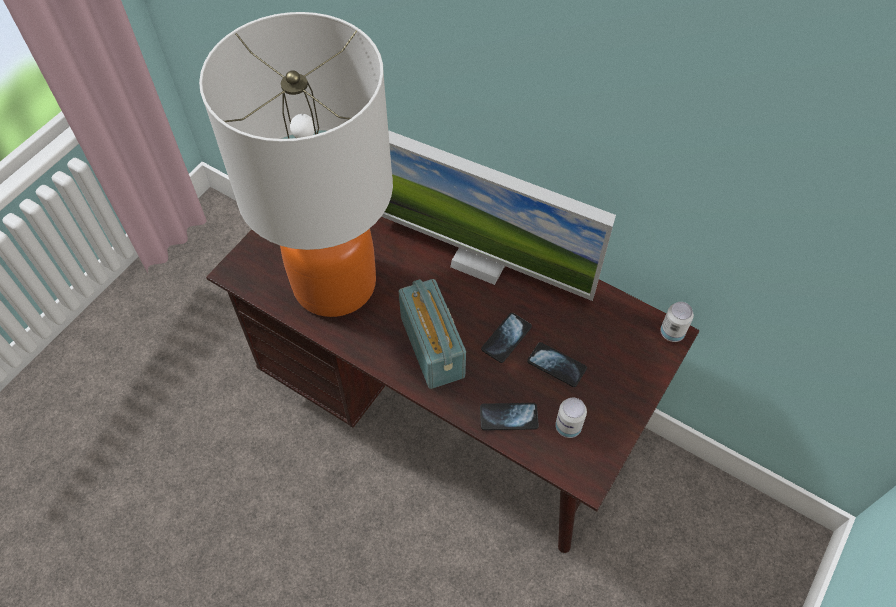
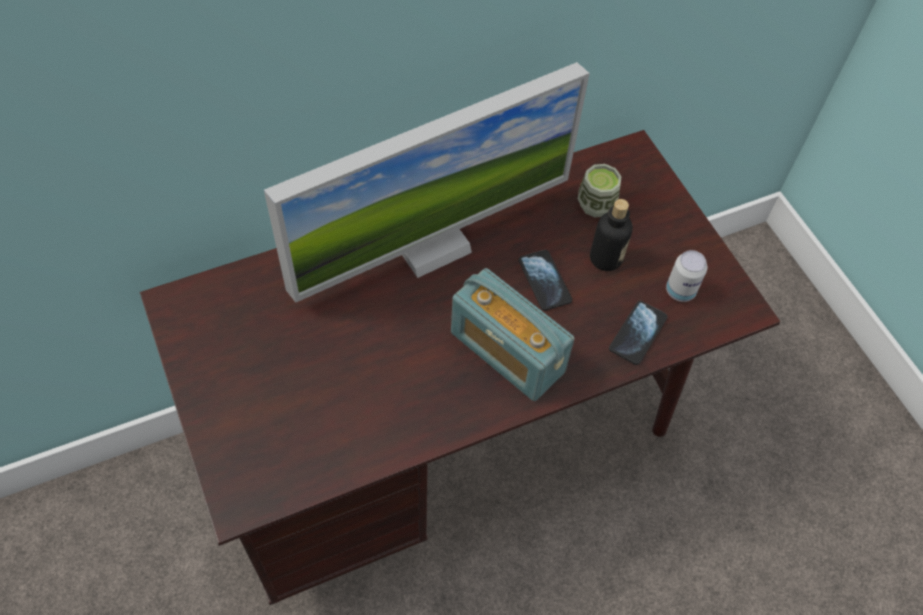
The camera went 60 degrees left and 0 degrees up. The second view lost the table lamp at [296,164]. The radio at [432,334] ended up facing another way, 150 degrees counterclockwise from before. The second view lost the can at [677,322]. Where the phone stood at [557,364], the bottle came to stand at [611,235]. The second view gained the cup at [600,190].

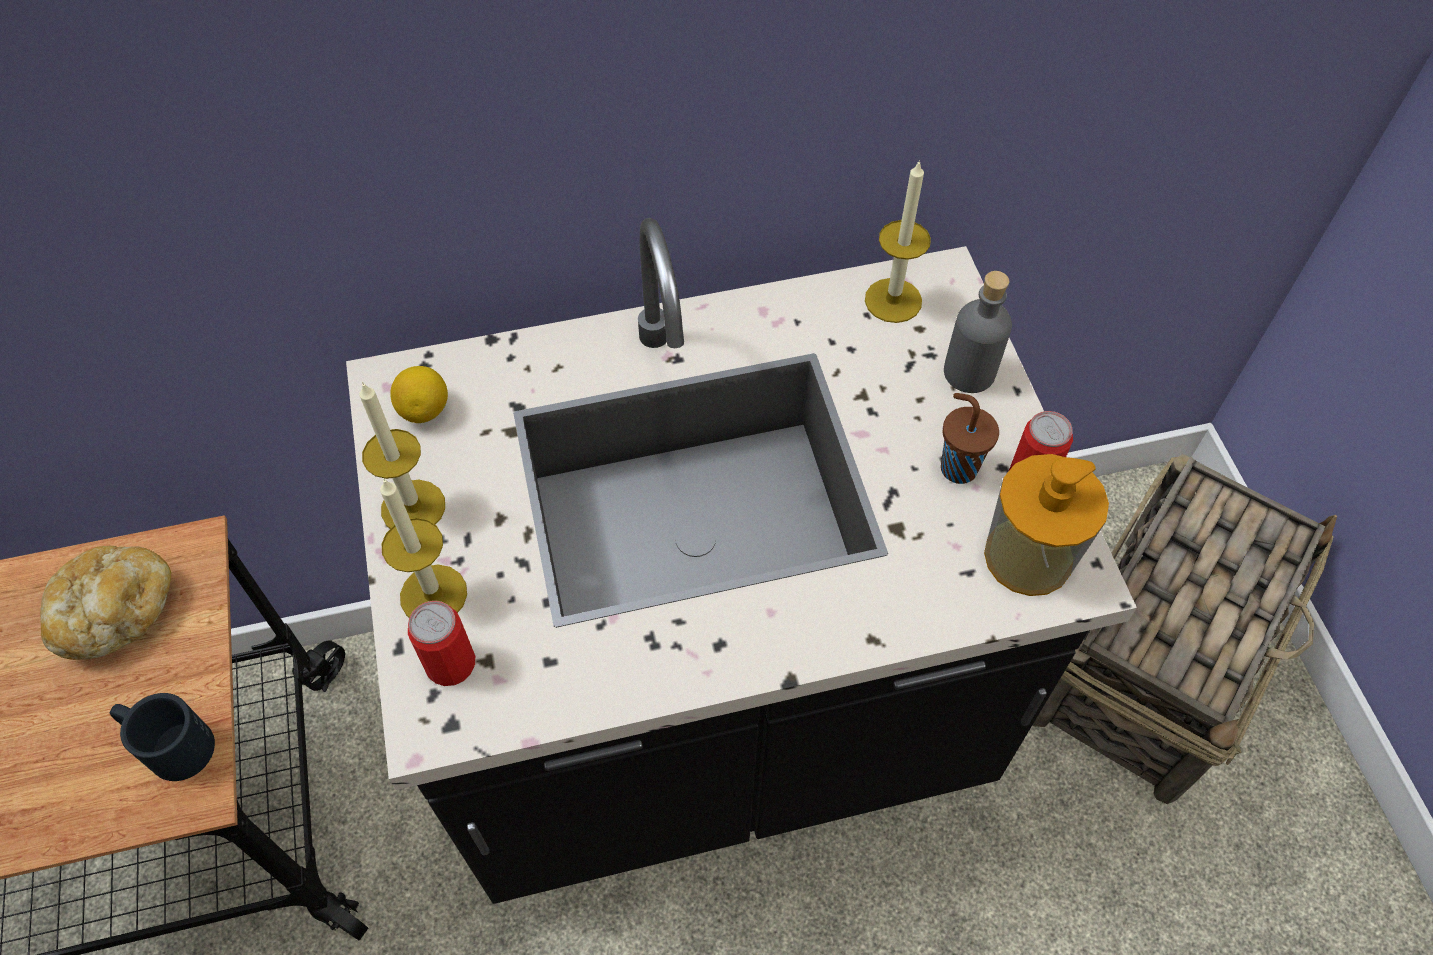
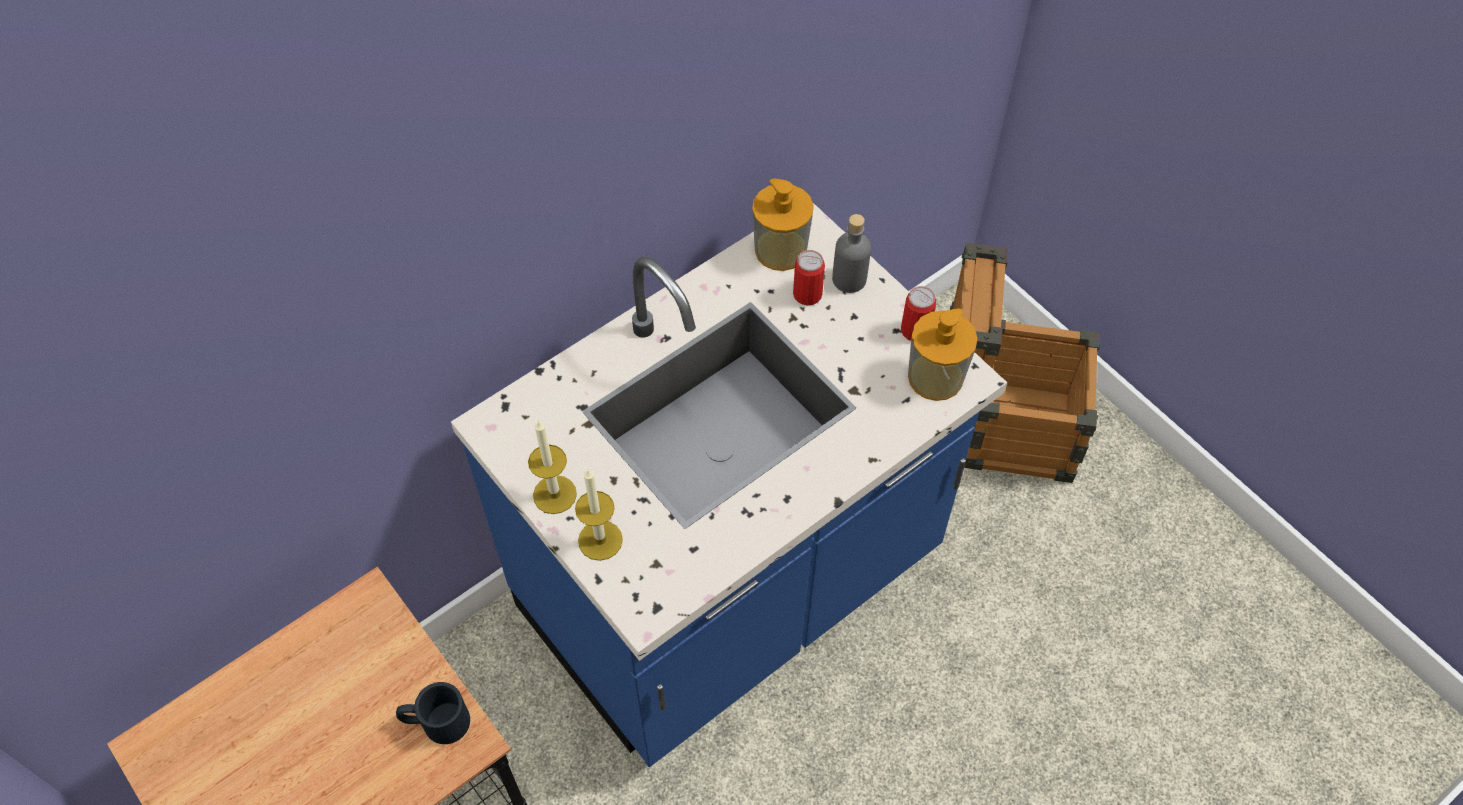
The camera went 25 degrees left and 0 degrees up. Where the candle stood at [898,241], the soap dispenser came to stand at [783,225]. What was the counter in black at [741,561] turned into the counter in blue at [729,485]. The second view lost the lemon at [419,394]. The second view lost the cup in brown at [970,438]. Where the basket stood at [1185,629], the crate came to stand at [1025,363]. The second view lost the bread at [105,603]. The can ended up elsewhere, having gone from [441,643] to [809,277].

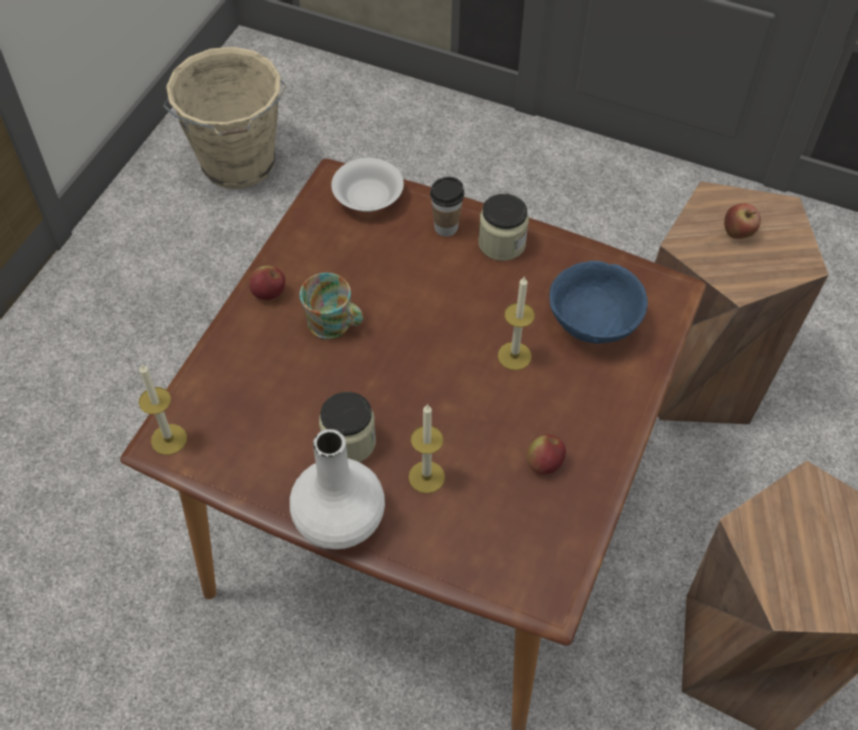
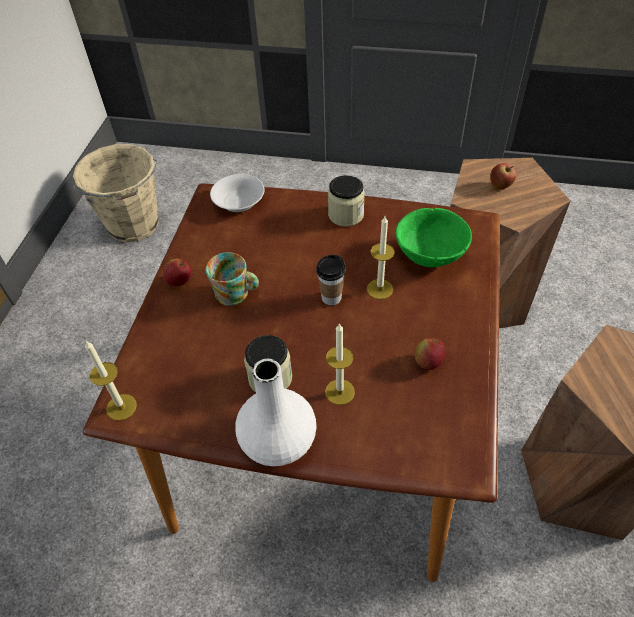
The camera went 10 degrees left and 5 degrees down. The cup ended up elsewhere, having gone from [447,207] to [331,280]. What was the bowl in blue at [599,302] turned into the bowl in green at [433,237].

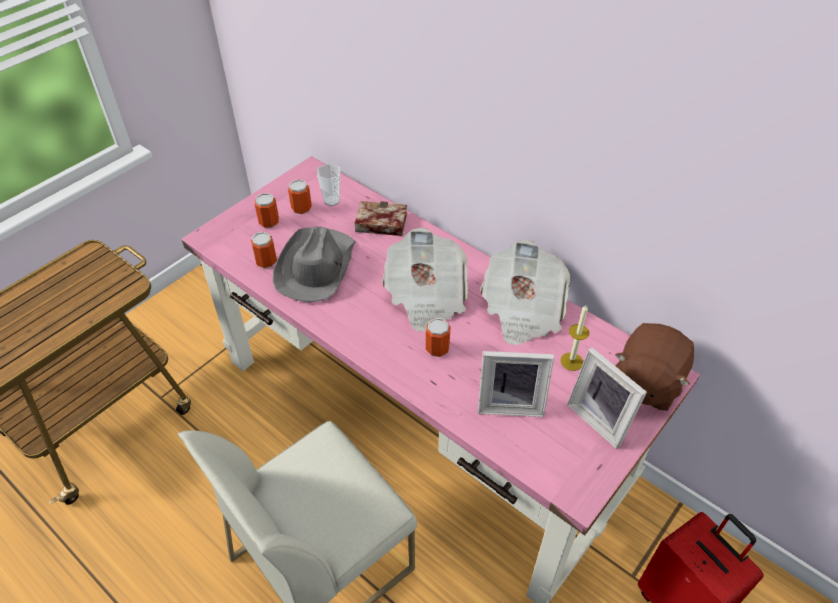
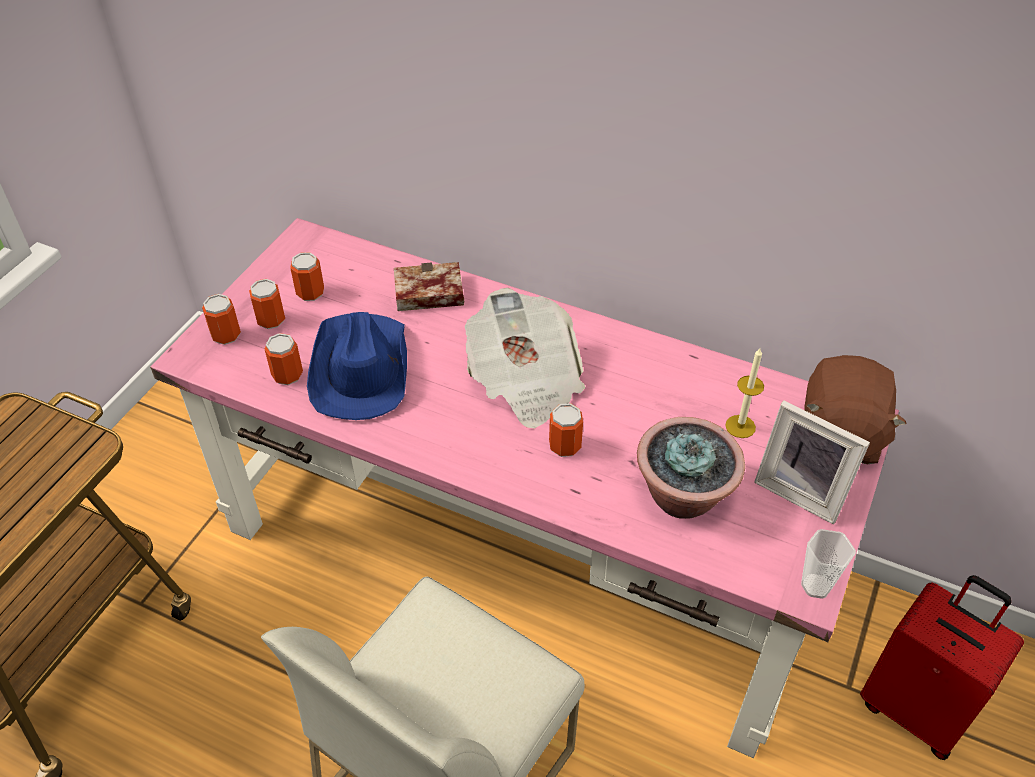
The camera went 15 degrees left and 0 degrees up. The cup ended up elsewhere, having gone from [328,185] to [828,564]. What was the hat in grey at [314,264] turned into the hat in blue at [357,366]. The second view lost the newspaper at [526,292]. Where the picture frame stood at [516,384], the potted plant came to stand at [691,468]. The second view gained the can at [221,319].

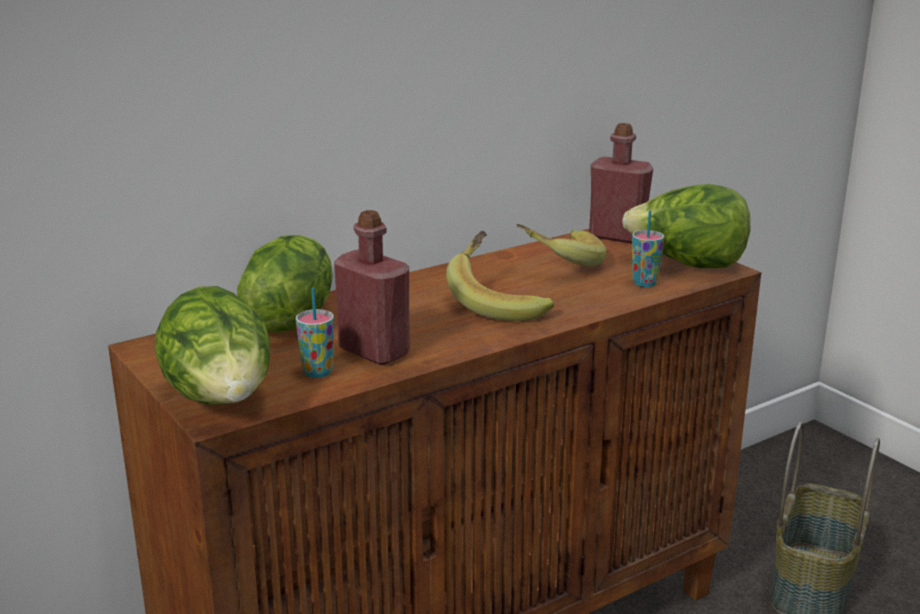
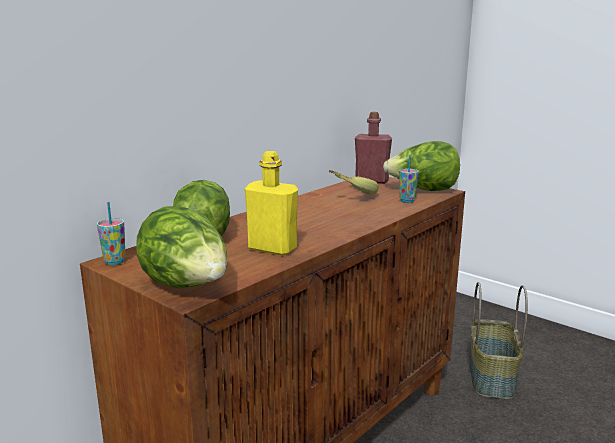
The camera went 15 degrees left and 5 degrees down. What was the bottle in red at [372,287] turned into the bottle in yellow at [271,203]. The second view lost the banana at [500,276]. The cup ended up elsewhere, having gone from [315,333] to [111,233].

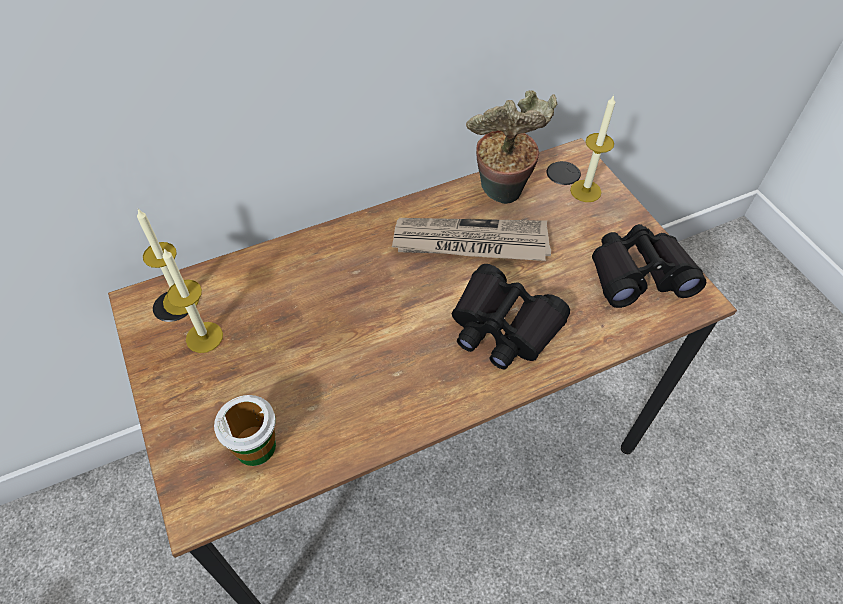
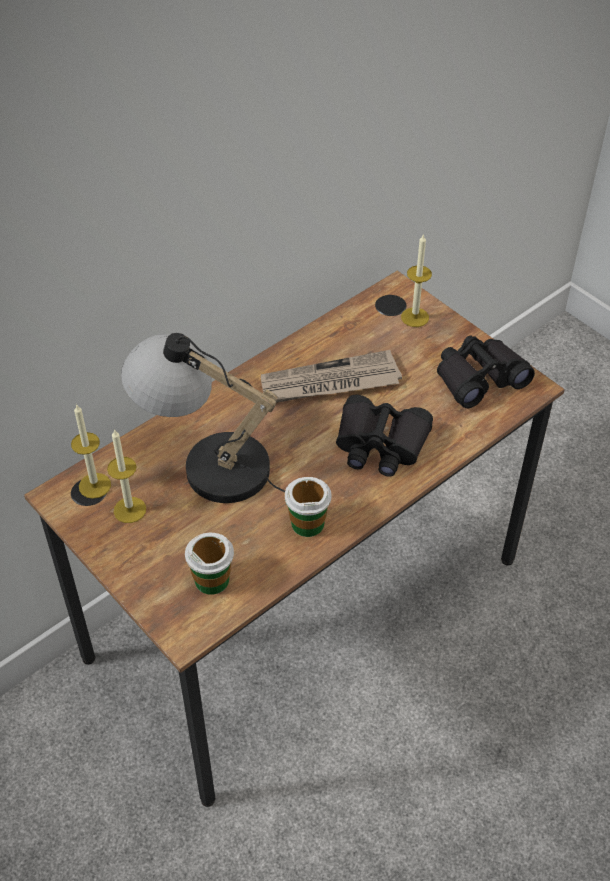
The camera went 15 degrees left and 5 degrees down. The second view lost the potted plant at [511,147]. The second view gained the table lamp at [203,418]. The second view gained the cup at [308,507].

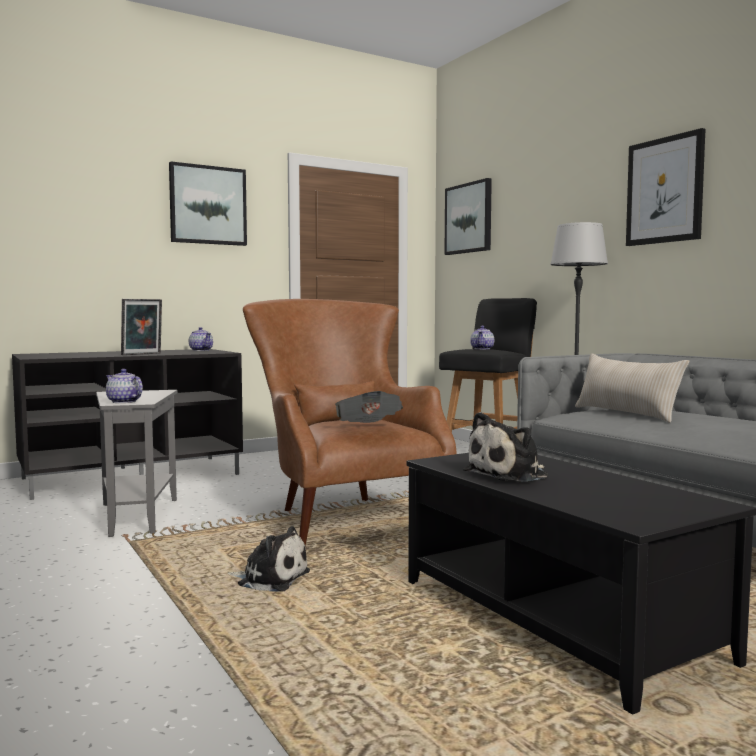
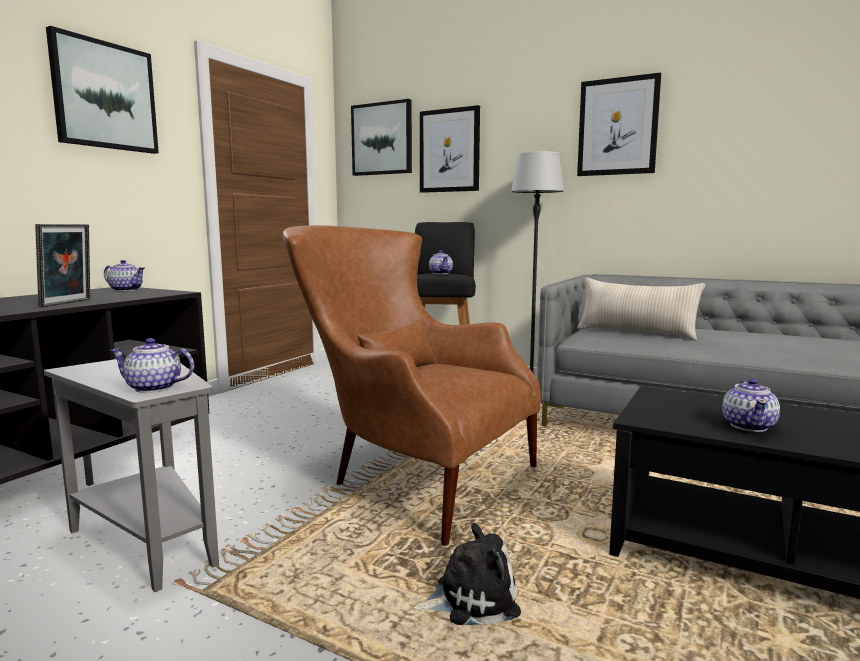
The camera went 30 degrees left and 5 degrees up. The second view lost the newspaper at [369,407]. Where the plush toy stood at [505,447], the teapot came to stand at [751,405]. The second view gained the picture at [450,149].

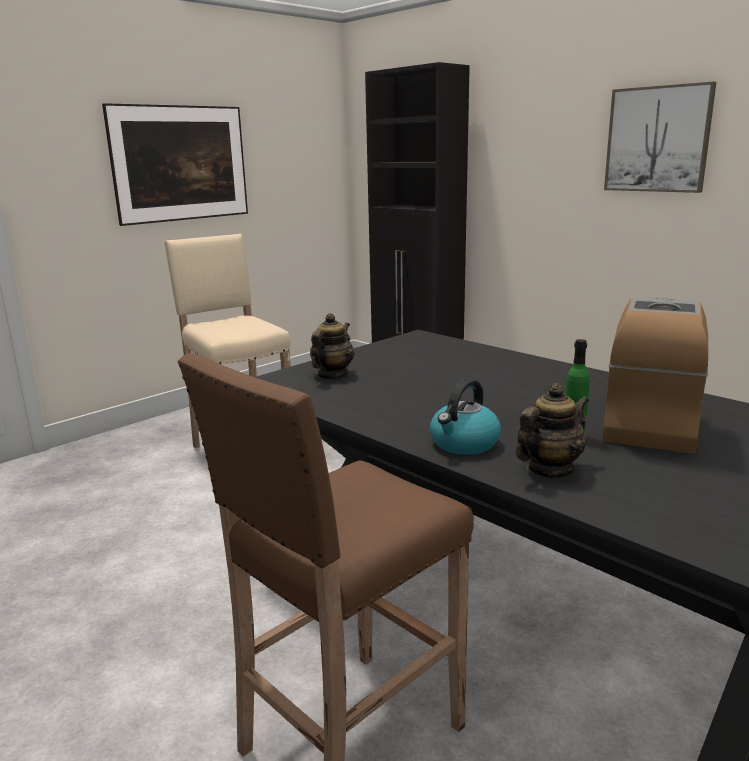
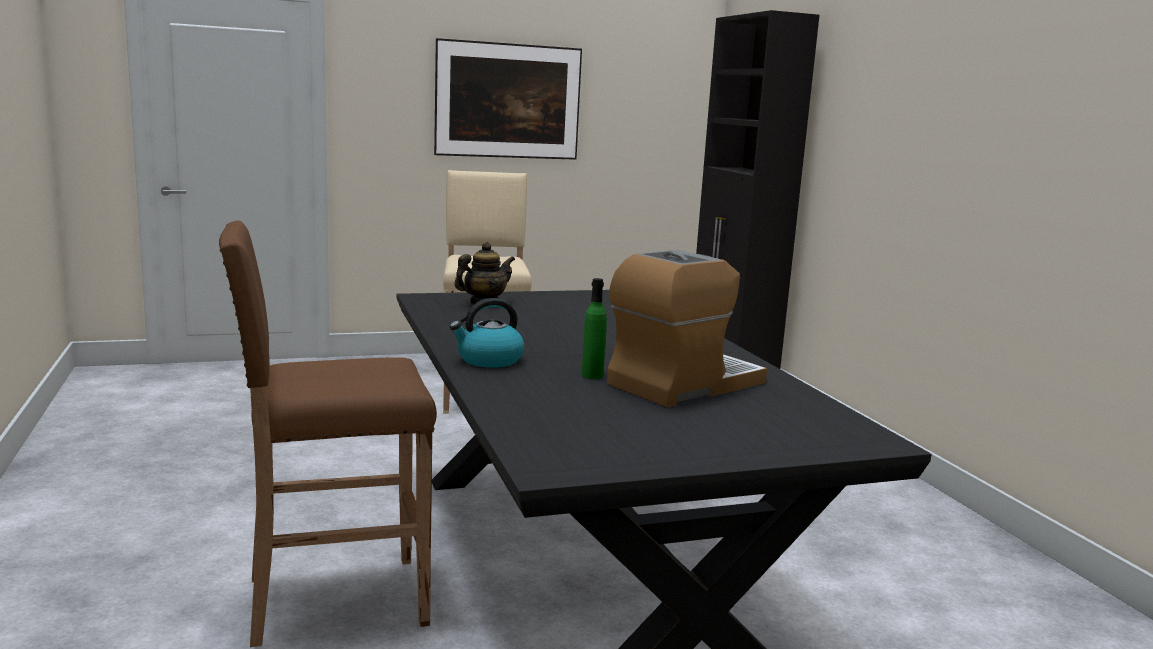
The camera went 25 degrees right and 5 degrees down. The second view lost the picture at [660,137]. The second view lost the teapot at [552,430].

